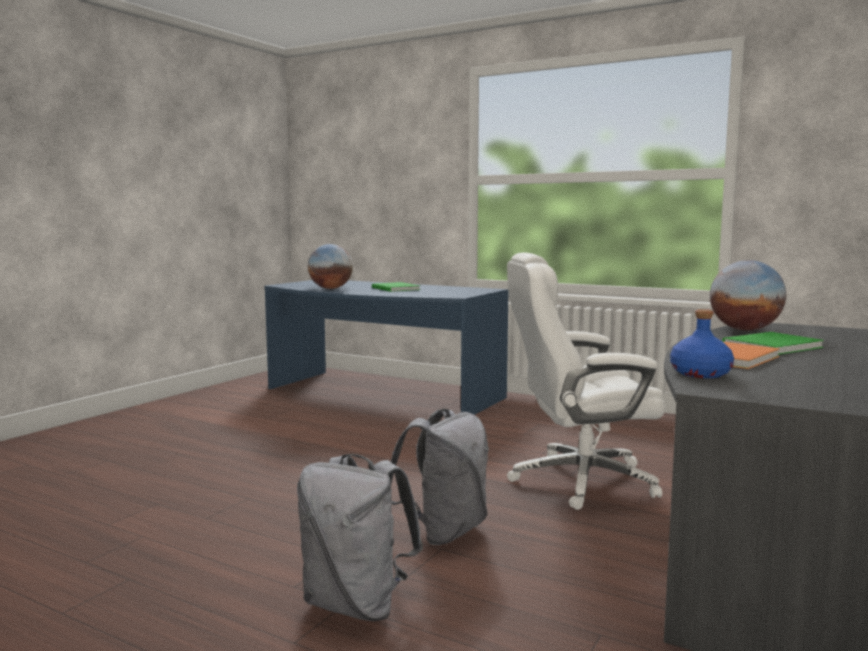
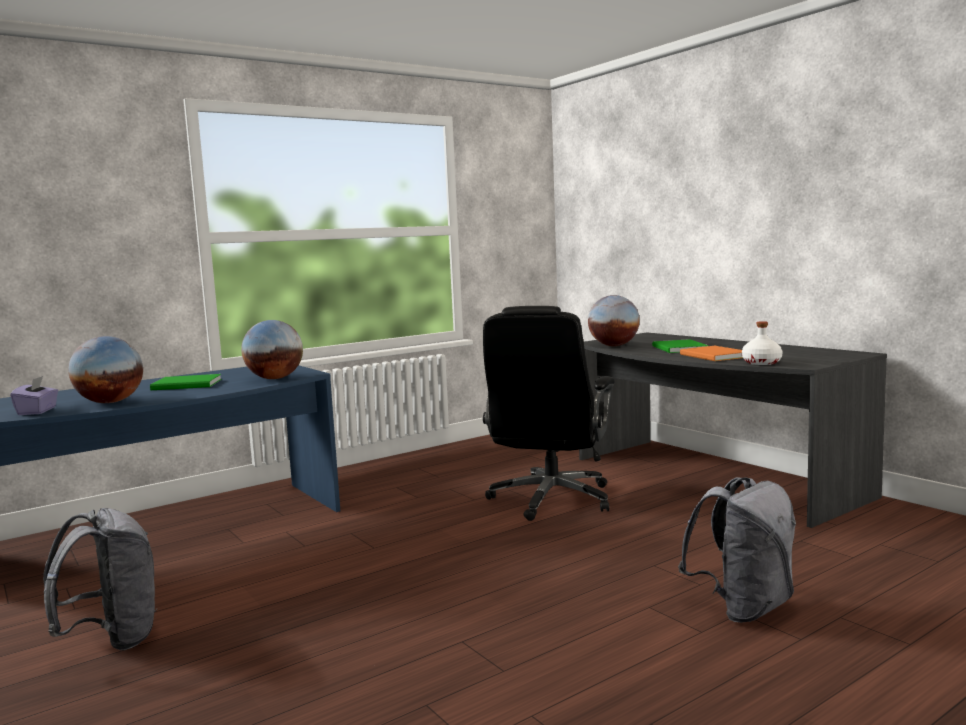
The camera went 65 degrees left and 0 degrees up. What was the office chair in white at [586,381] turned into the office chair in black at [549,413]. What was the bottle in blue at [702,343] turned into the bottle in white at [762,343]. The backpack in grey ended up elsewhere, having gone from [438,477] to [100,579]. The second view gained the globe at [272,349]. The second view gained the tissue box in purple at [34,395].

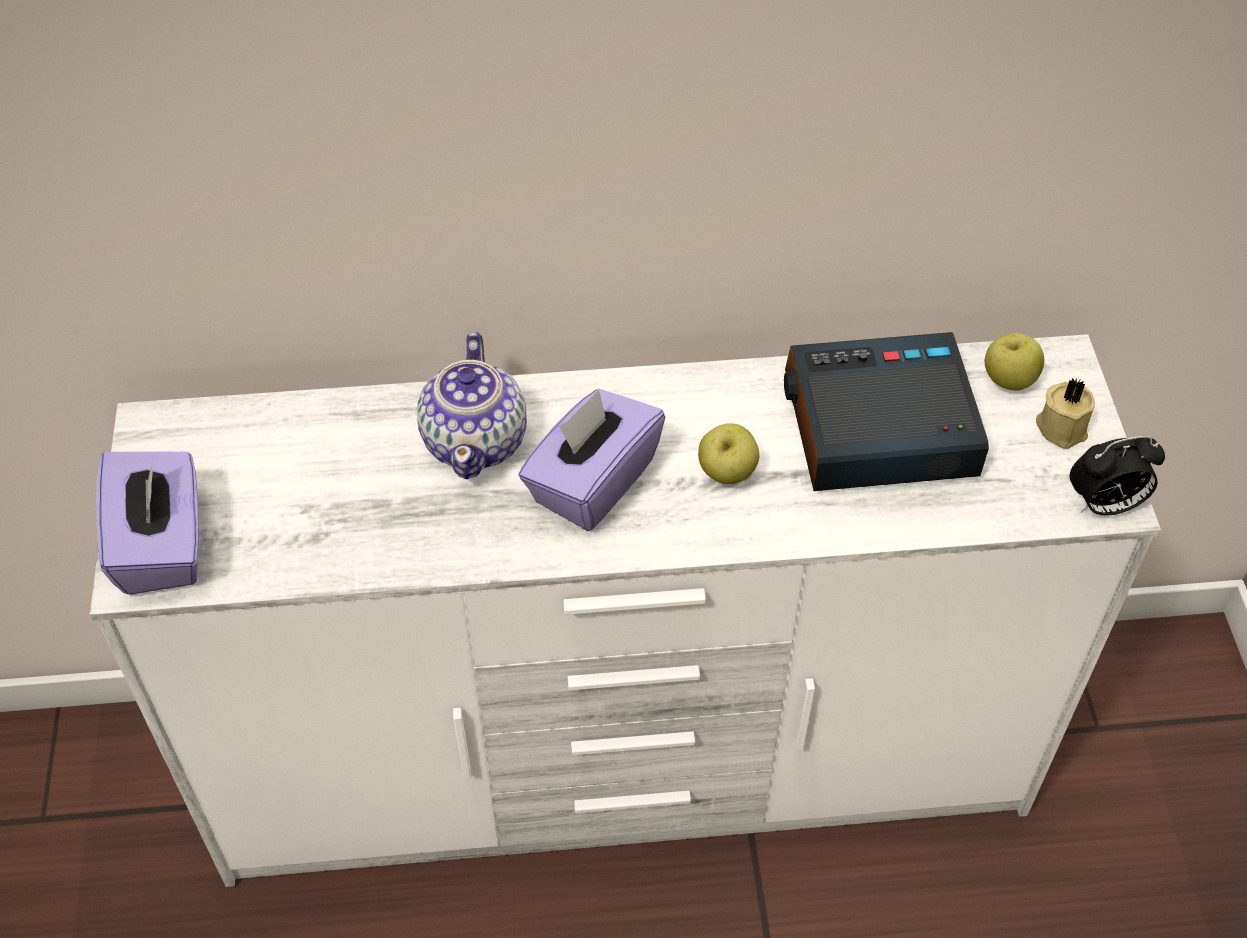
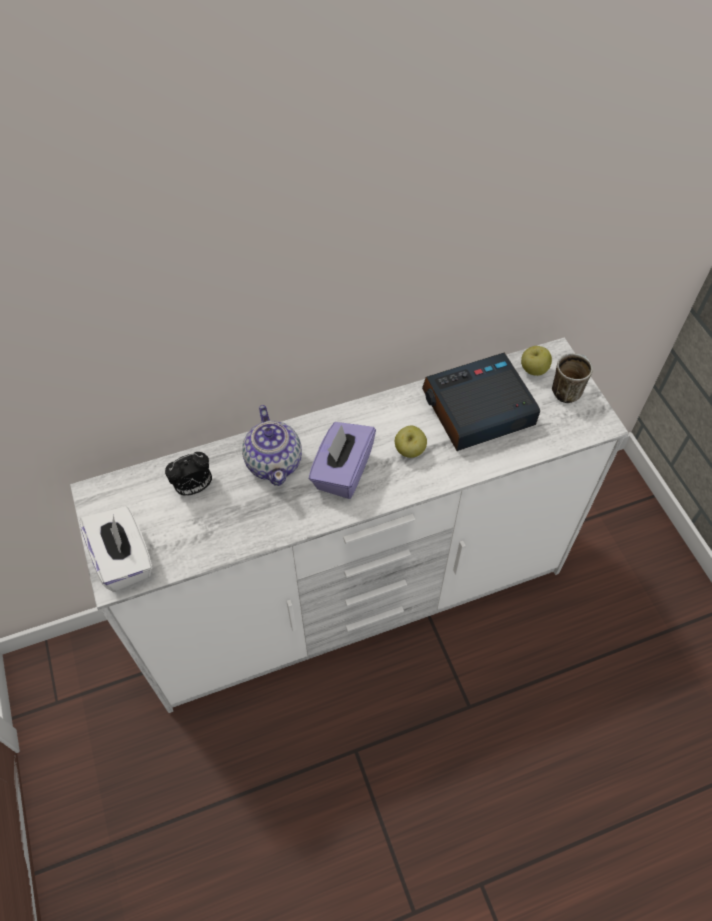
The camera went 15 degrees left and 5 degrees up. Where the candle in beige stood at [1065,413], the mug came to stand at [572,378]. The alarm clock ended up elsewhere, having gone from [1117,476] to [188,474]. What was the tissue box in purple at [147,523] turned into the tissue box in white at [116,549].

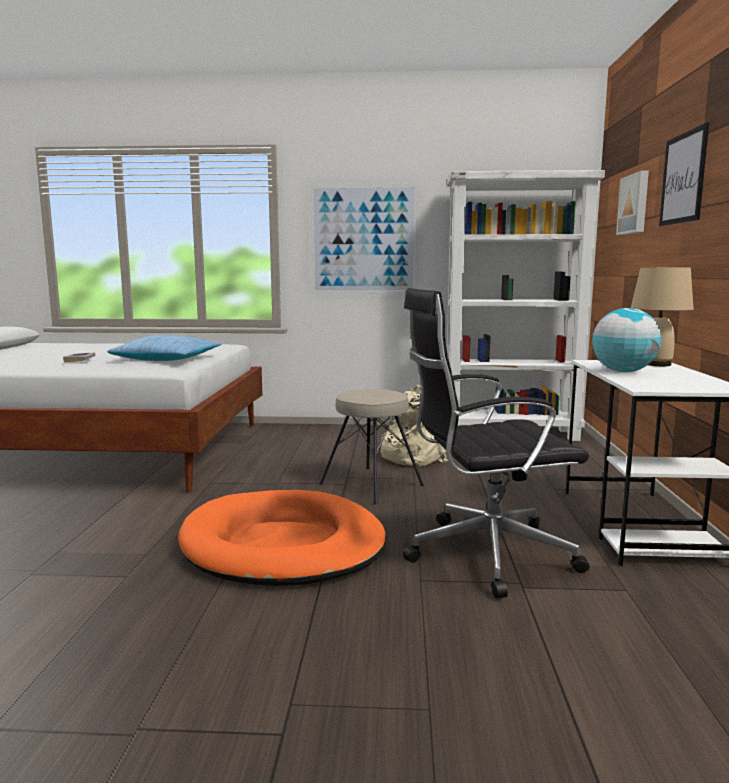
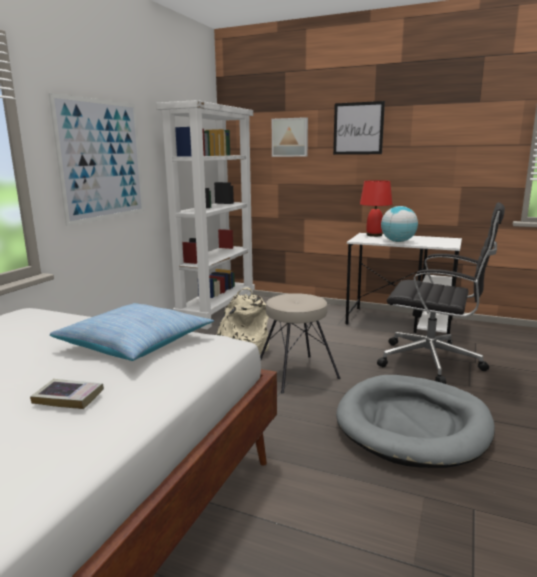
The camera went 70 degrees left and 5 degrees up. What was the table lamp in beige at [662,317] turned into the table lamp in red at [376,208]. The office chair in black at [496,443] ended up facing another way, 75 degrees counterclockwise from before. What was the dog bed in orange at [282,538] turned into the dog bed in grey at [415,421].

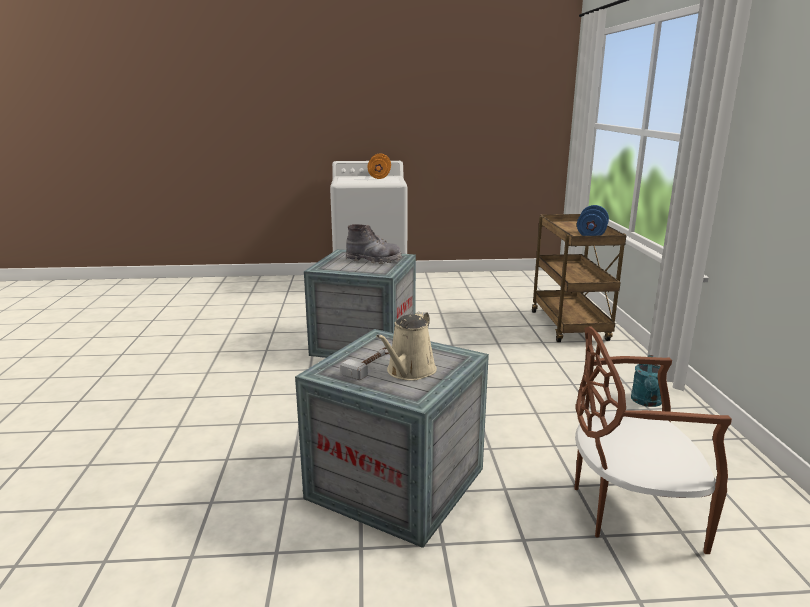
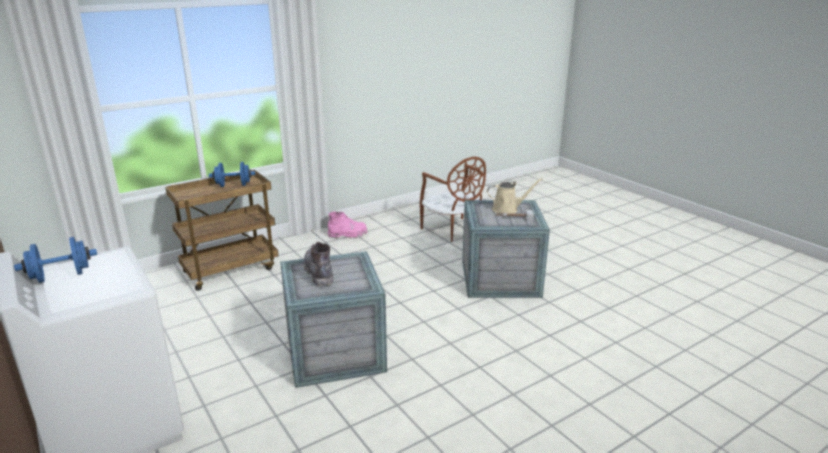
The camera went 120 degrees left and 5 degrees up. What was the dumbbell in orange at [379,166] turned into the dumbbell in blue at [55,260]. Where the watering can in turquoise stood at [646,381], the boot in pink came to stand at [347,225].

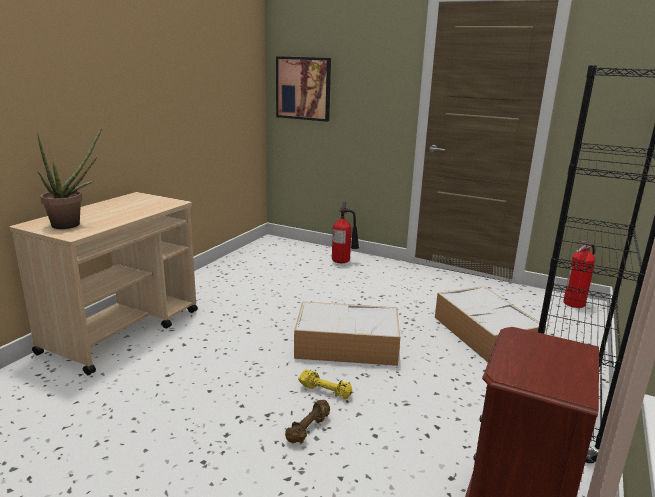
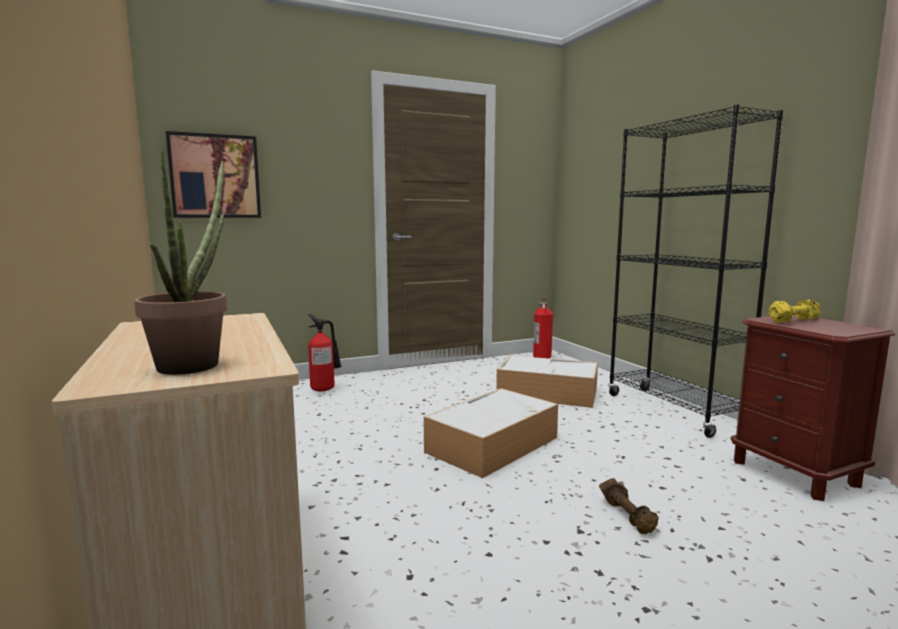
The camera went 50 degrees left and 10 degrees down. The dumbbell in yellow ended up elsewhere, having gone from [325,384] to [795,311].

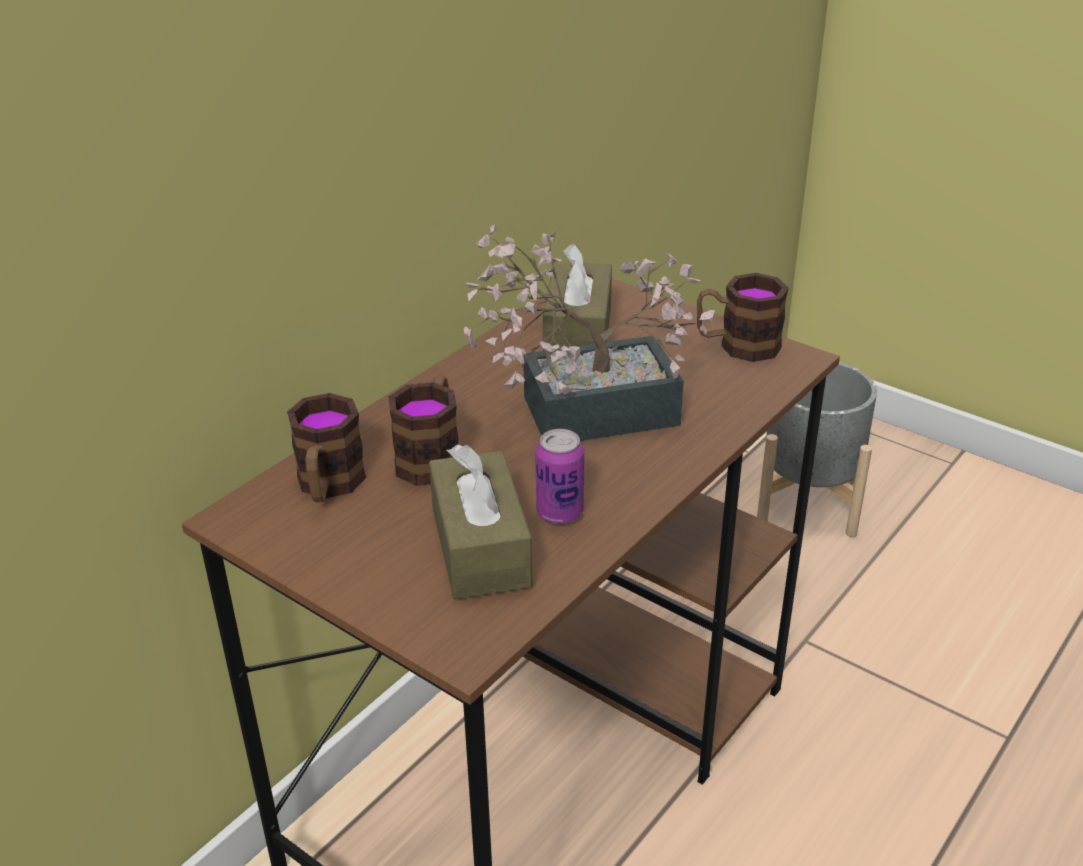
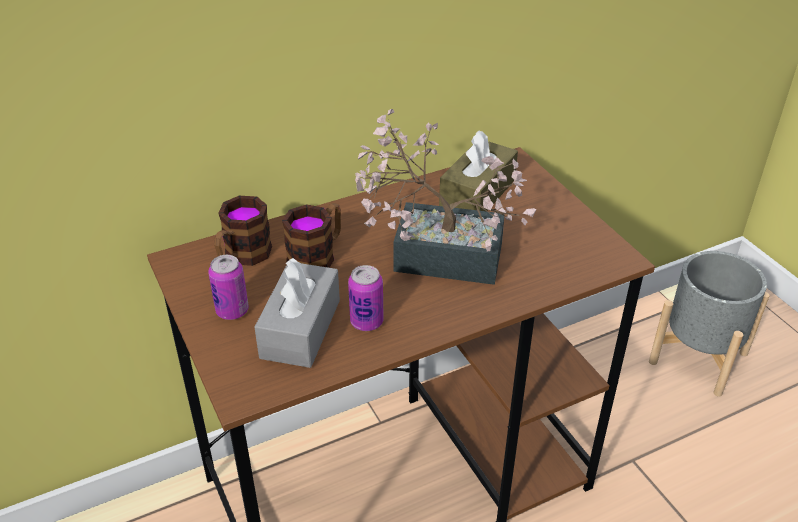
The camera went 25 degrees right and 5 degrees up. The second view lost the mug at [743,317]. What was the tissue box in brown at [480,521] turned into the tissue box in grey at [297,313]. The second view gained the can at [228,287].

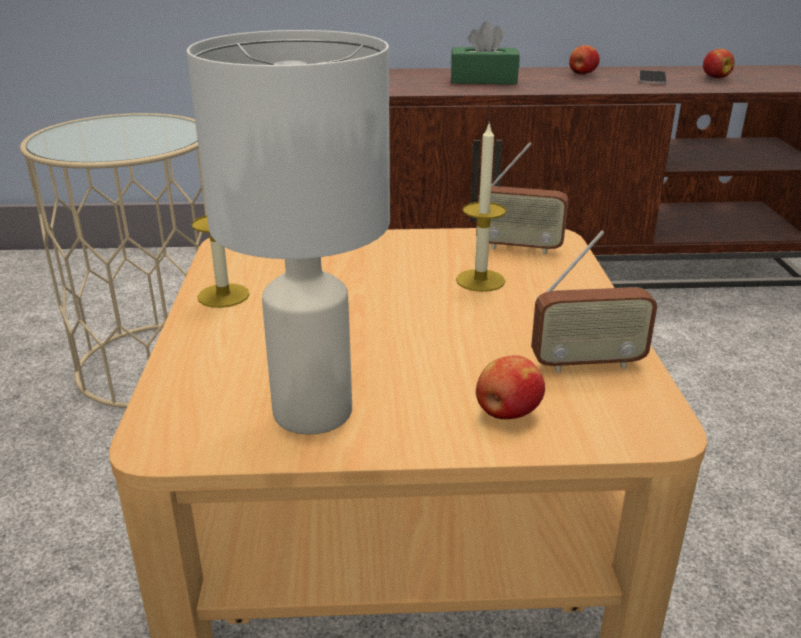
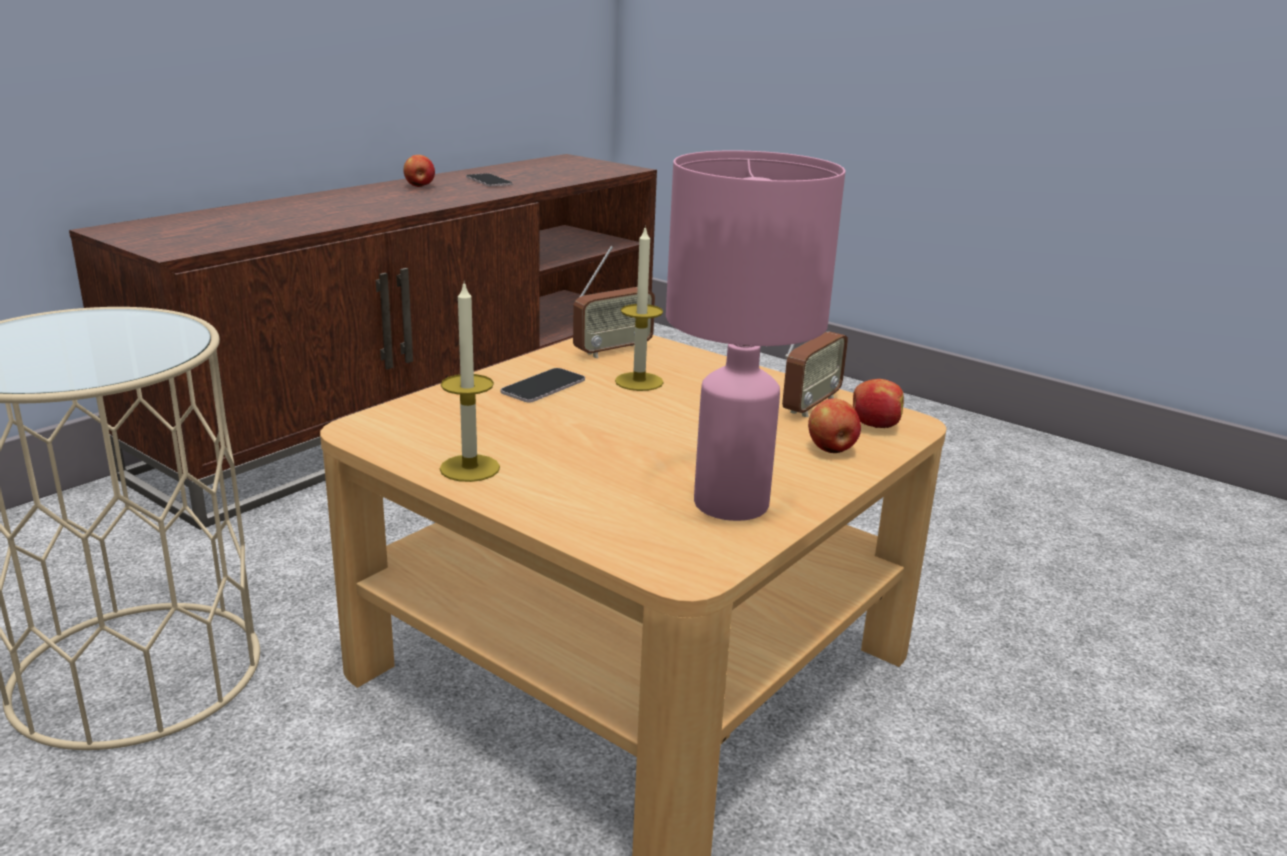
The camera went 50 degrees left and 5 degrees down. The second view lost the tissue box in green at [484,52]. What was the table lamp in white at [288,232] turned into the table lamp in pink at [756,335]. The apple ended up elsewhere, having gone from [719,63] to [878,403]. The second view gained the phone at [543,385].

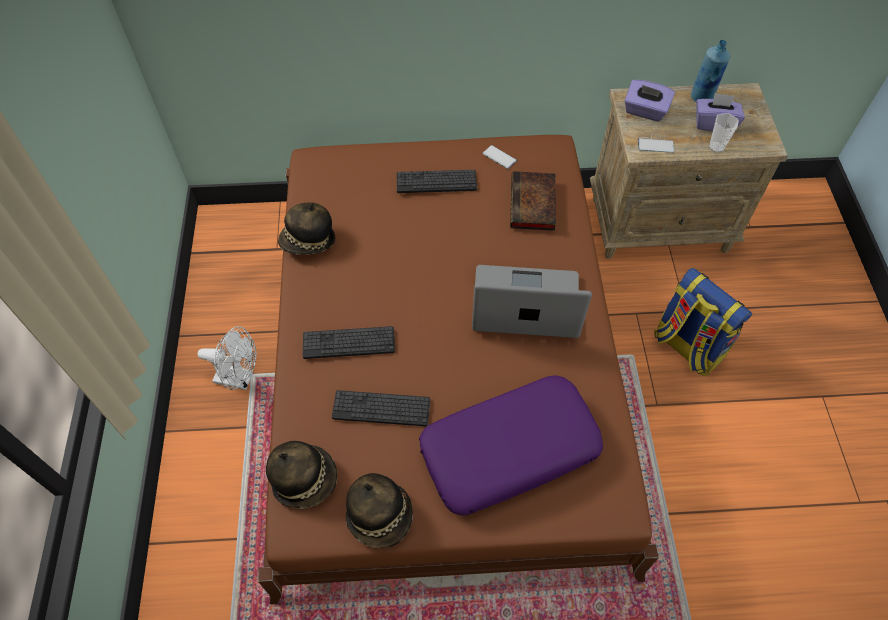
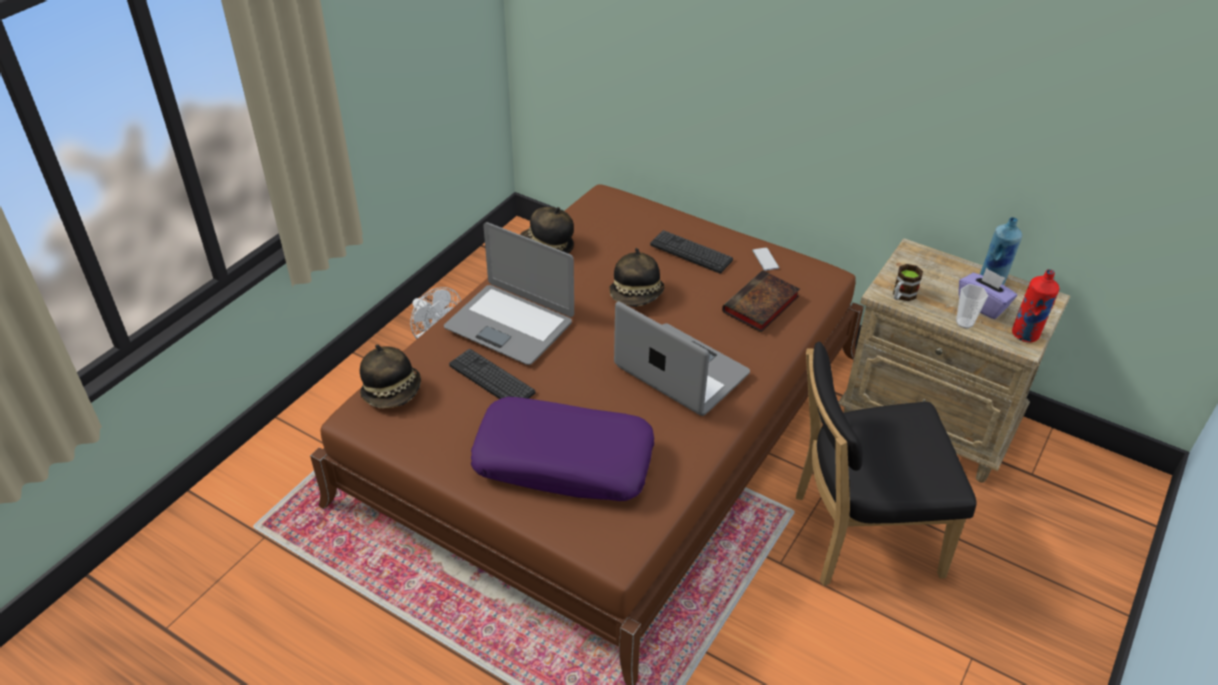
The camera went 35 degrees right and 15 degrees down. The second view lost the tissue box in purple at [649,101]. Where the phone stood at [656,145], the mug came to stand at [908,282]. Where the backpack stood at [703,322], the chair in black came to stand at [886,463]. Where the keyboard stood at [349,342], the laptop came to stand at [509,293]. The hat ended up elsewhere, having gone from [379,510] to [636,277]. The second view gained the bottle in red at [1035,306].

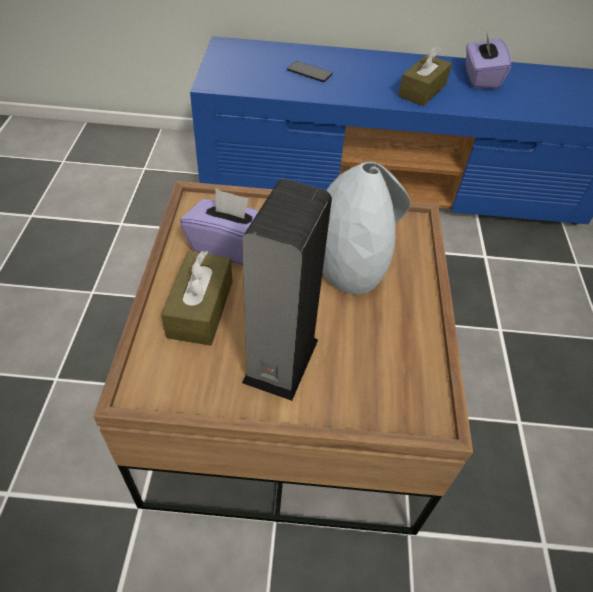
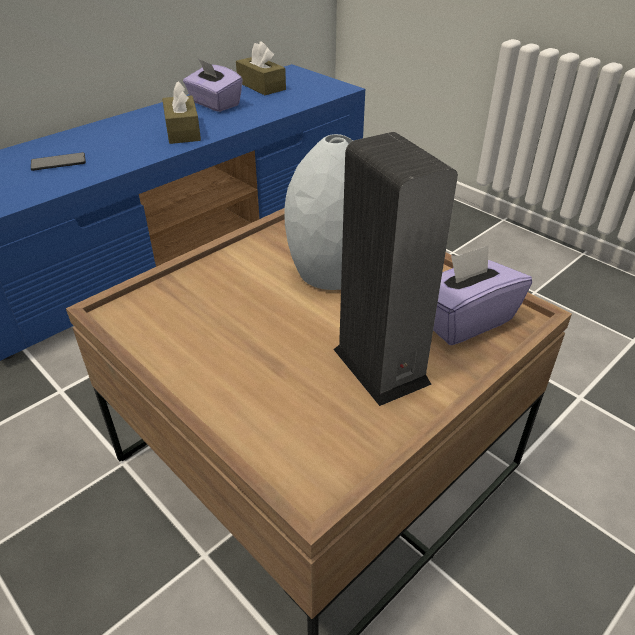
The camera went 45 degrees left and 10 degrees down. The tissue box in purple ended up elsewhere, having gone from [220,226] to [482,295]. The tissue box in brown ended up elsewhere, having gone from [196,298] to [261,68].

